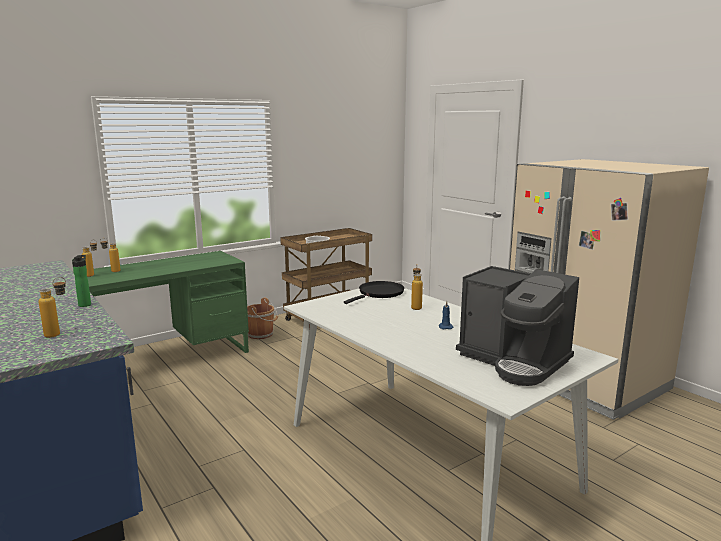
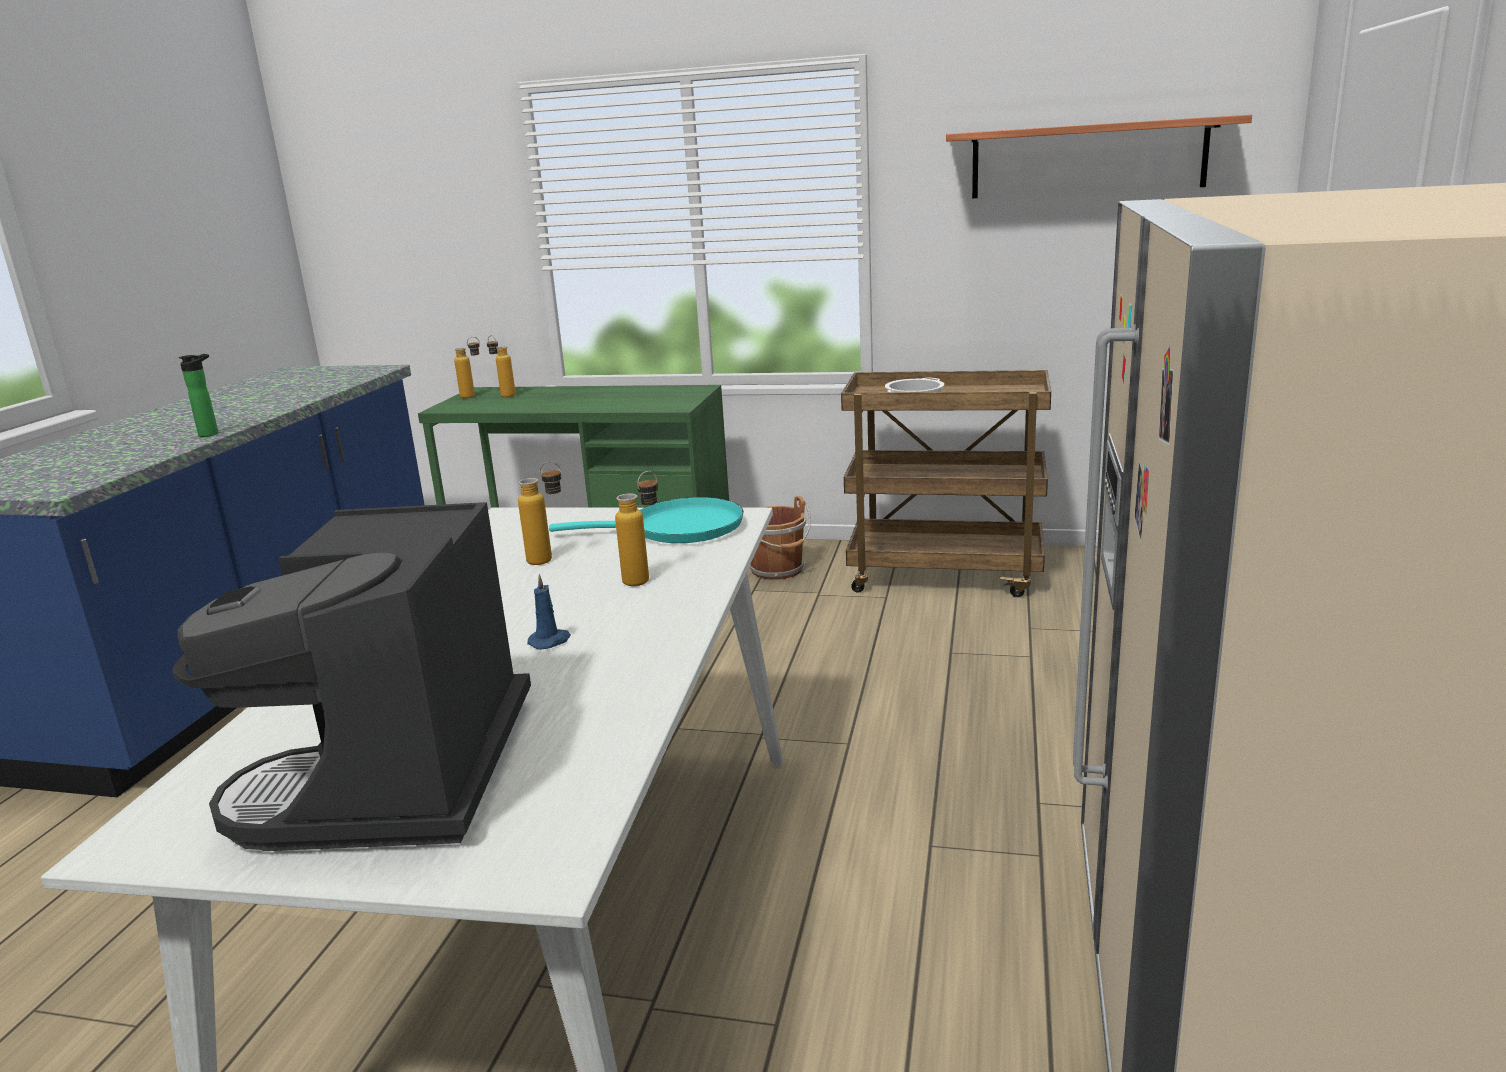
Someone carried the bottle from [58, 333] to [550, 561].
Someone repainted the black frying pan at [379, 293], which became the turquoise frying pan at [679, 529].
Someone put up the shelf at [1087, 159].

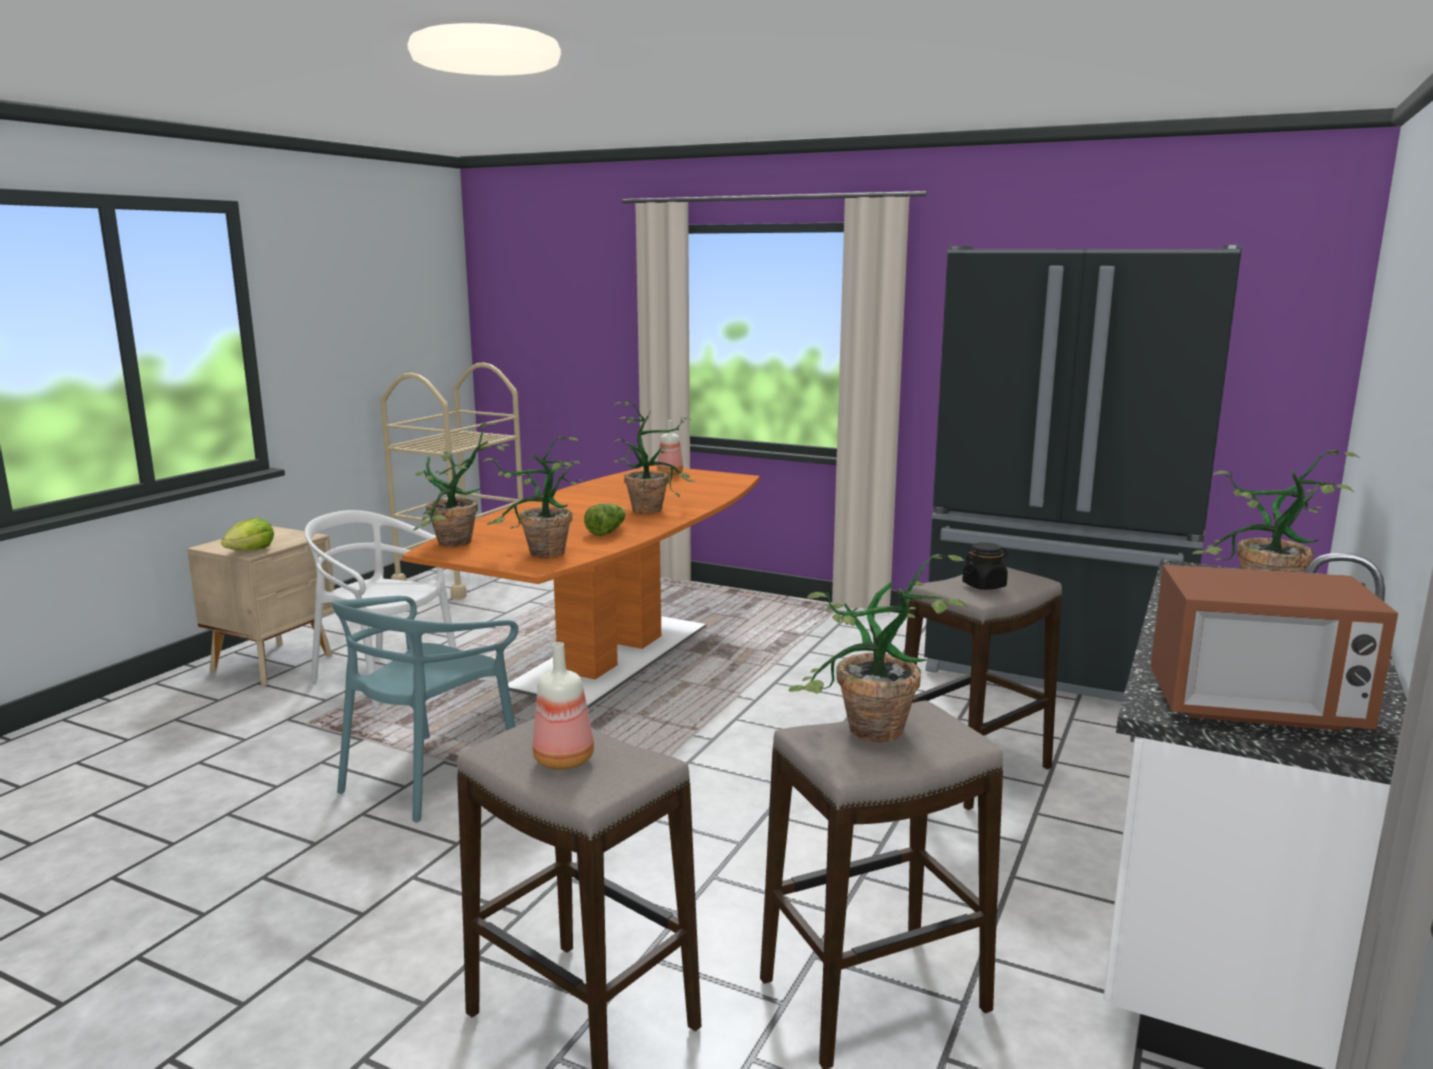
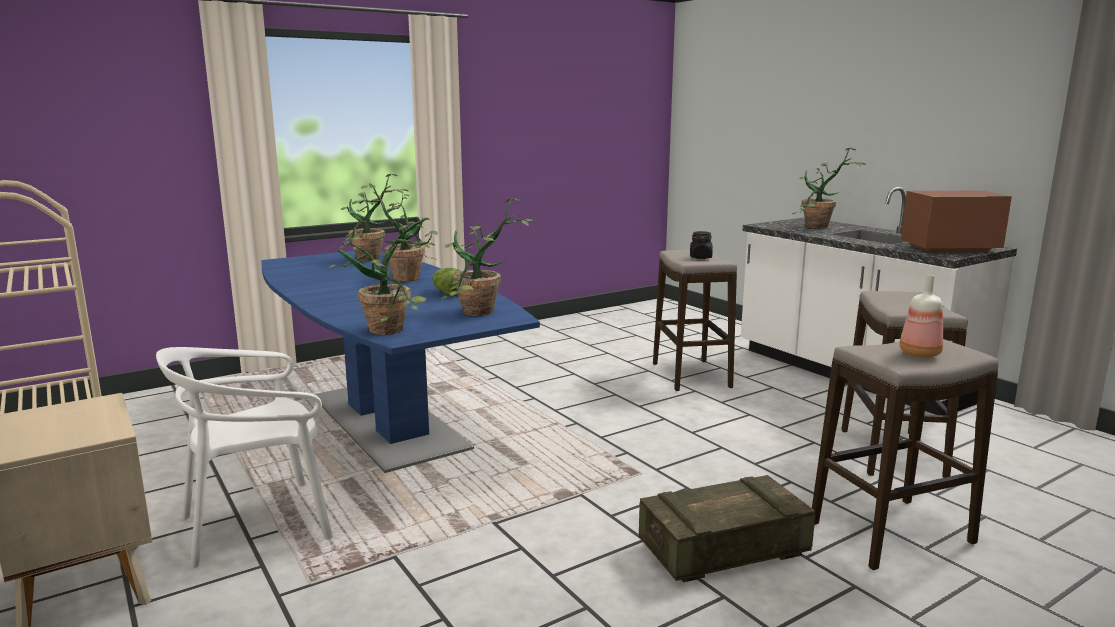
Someone took away the lettuce at [251, 551].
Someone took away the turquoise chair at [429, 777].
Someone repainted the orange dining table at [611, 657], which became the blue dining table at [386, 422].
Someone took away the bottle at [669, 473].
Someone carried the potted plant from [870, 736] to [370, 260].
Someone took away the black fridge at [1057, 668].
Someone rotated the microwave at [1254, 708] by 135 degrees counterclockwise.
Someone put down the crate at [723, 550].

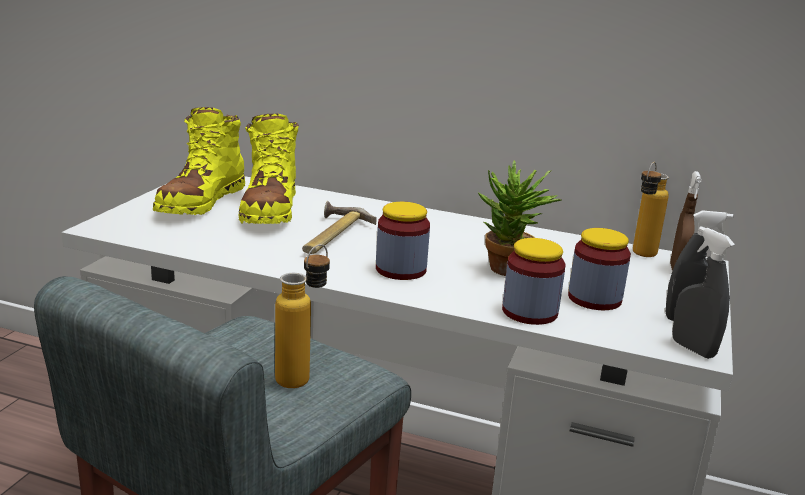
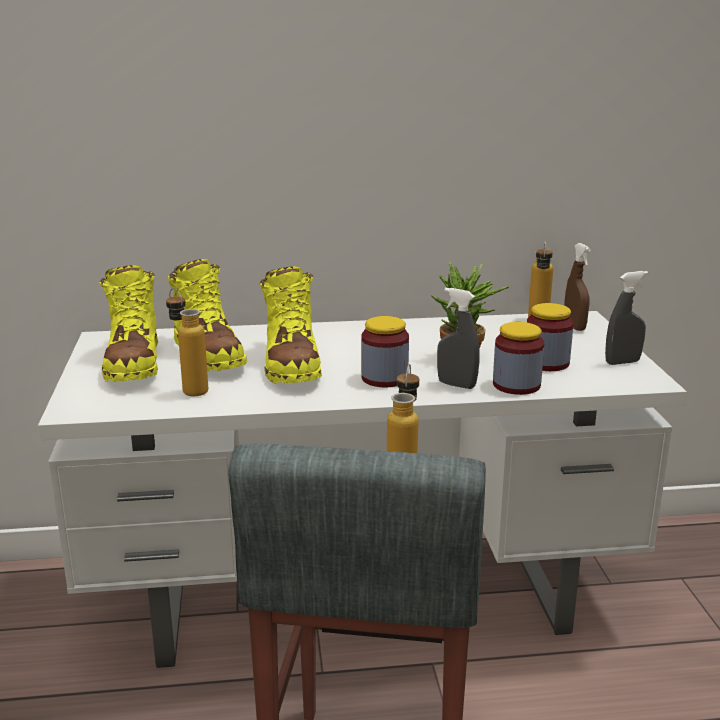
Someone swapped the hammer at [330, 236] for the yellow boot at [291, 365].
Someone carried the grey spray bottle from [693, 349] to [456, 385].
Someone put down the bottle at [189, 389].

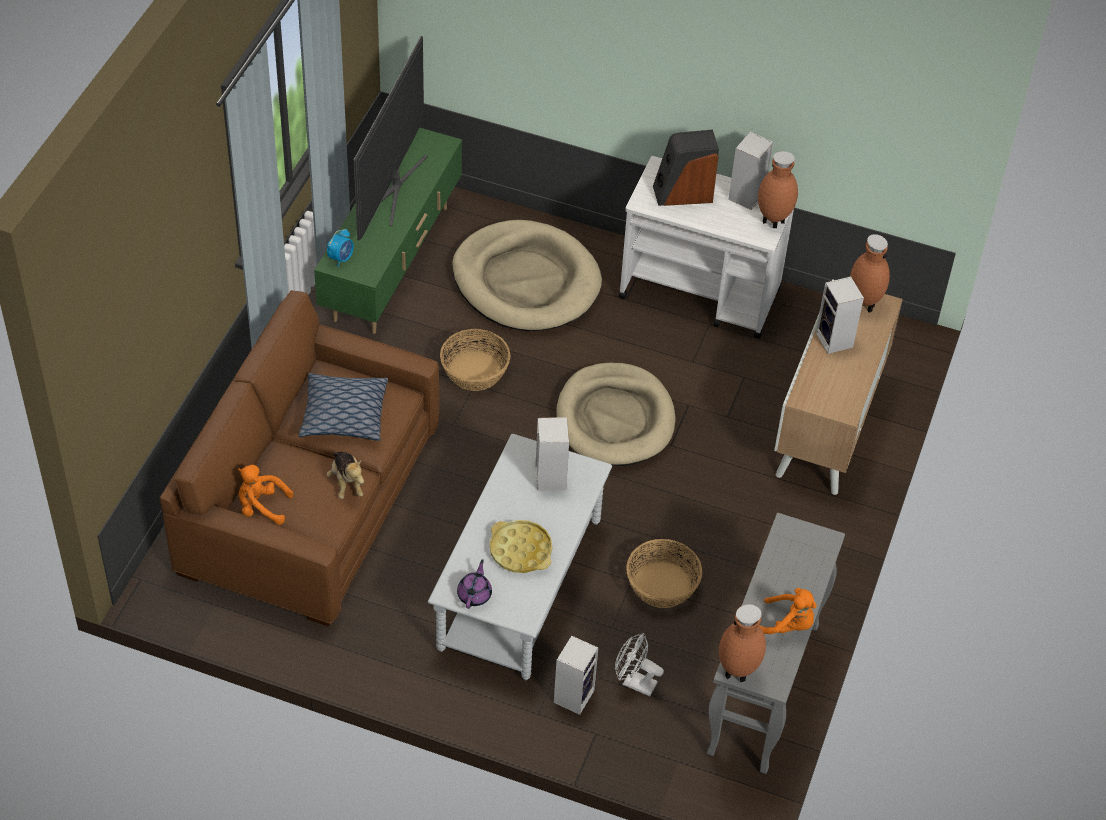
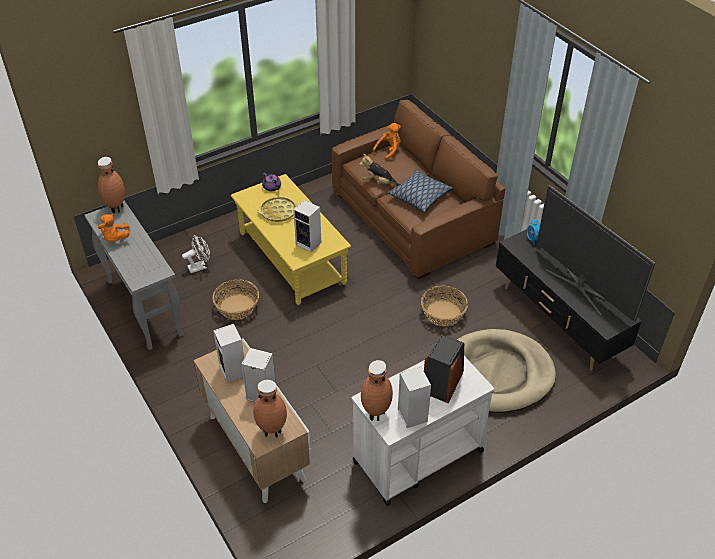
Someone repainted the green tv stand at [393, 264], which became the black tv stand at [557, 322].
Someone repainted the grey coffee table at [520, 584], which became the yellow coffee table at [292, 259].
Someone carried the speaker from [574, 695] to [234, 372].
Someone took away the beige dog bed at [615, 419].
Someone rotated the orange plush toy at [788, 624] by 60 degrees counterclockwise.

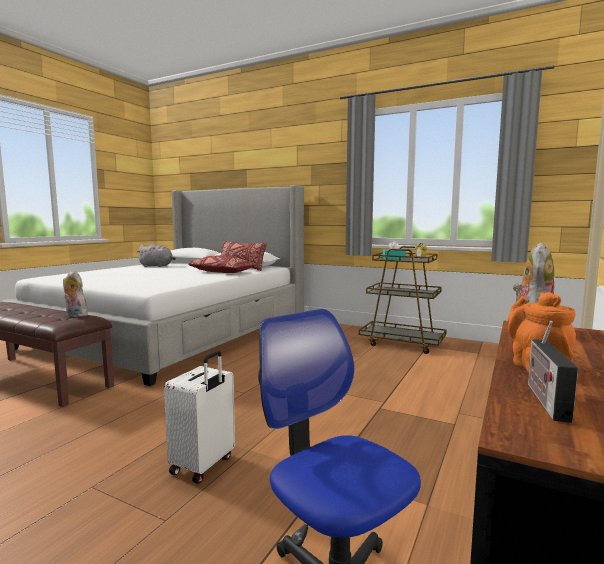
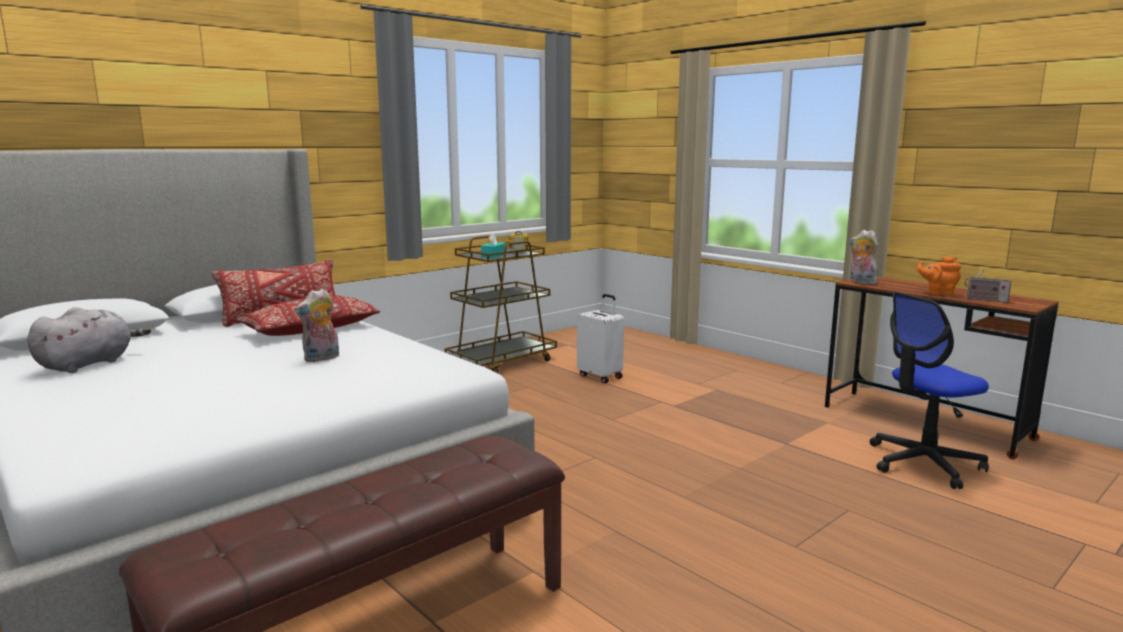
Someone carried the plush toy from [75, 315] to [321, 358].
Someone carried the white suitcase from [203, 465] to [601, 376].

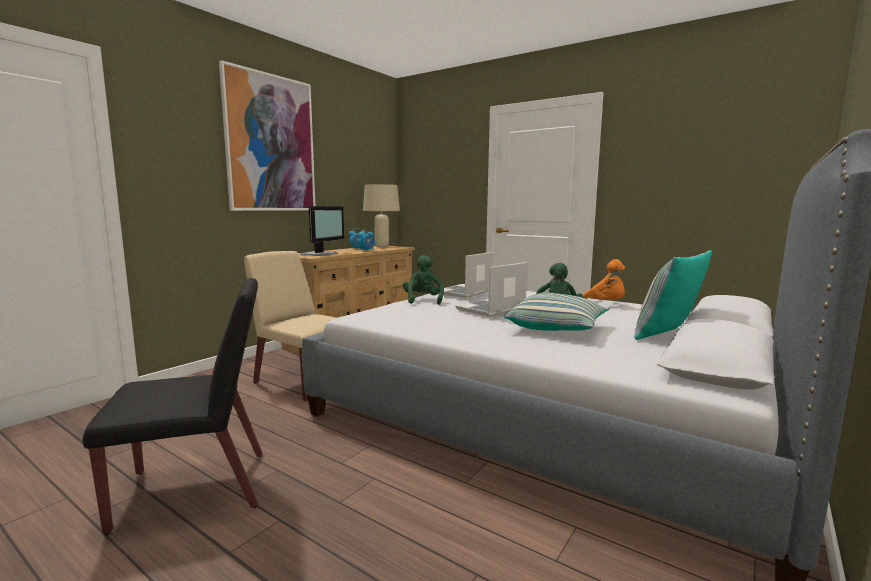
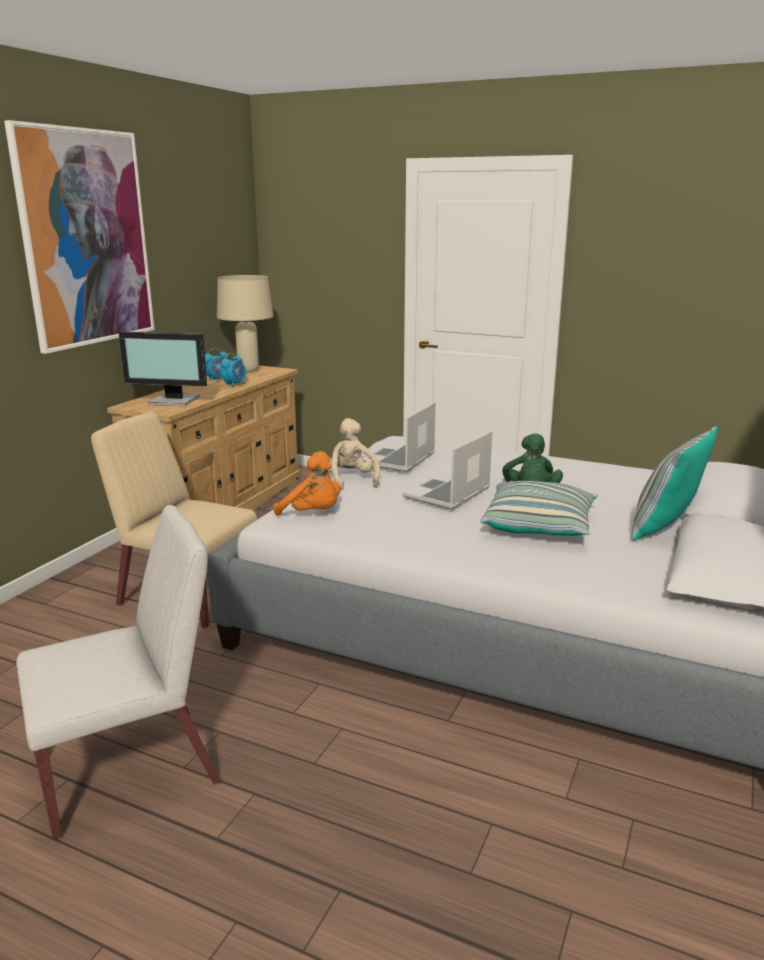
Someone repainted the black chair at [196, 489], which became the white chair at [131, 768].
Someone rotated the monitor at [320, 254] by 90 degrees clockwise.
Someone repainted the green plush toy at [423, 300], which became the beige plush toy at [350, 480].
Someone carried the orange plush toy from [605, 304] to [313, 514].

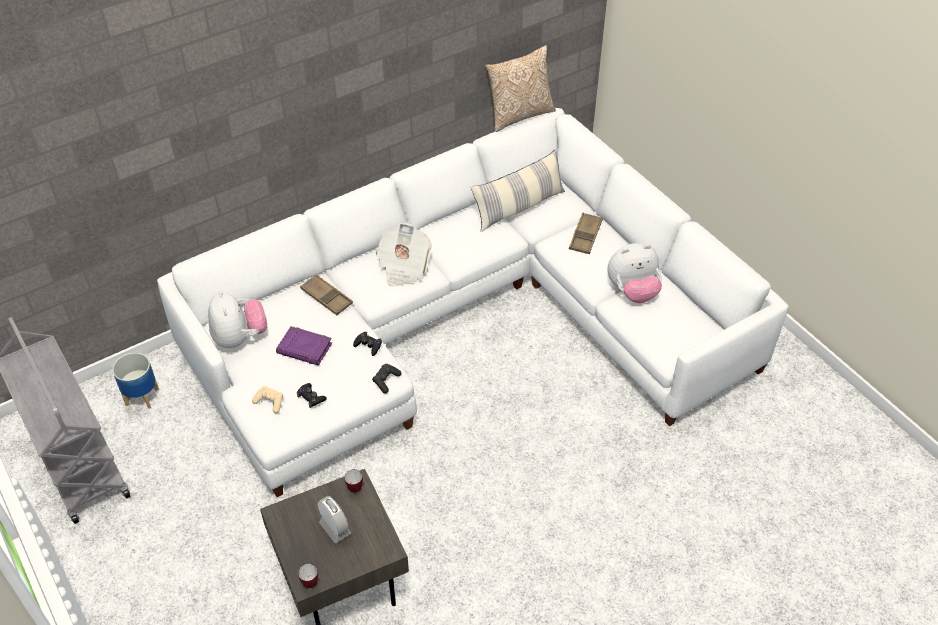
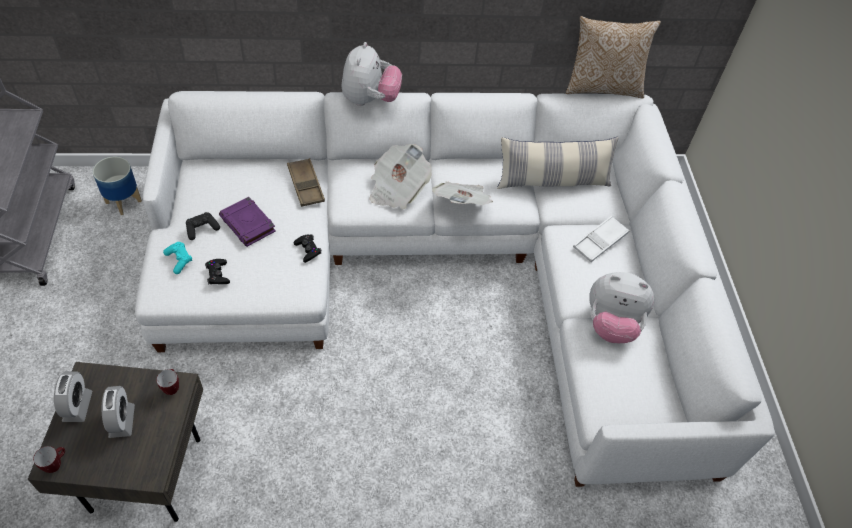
Someone carried the plush toy from [240, 338] to [370, 100].
Someone repainted the beige game controller at [270, 402], which became the turquoise game controller at [179, 260].
Someone carried the black game controller from [386, 381] to [202, 229].
Someone repainted the brown tray at [585, 236], which became the white tray at [600, 242].
Someone put down the alarm clock at [77, 406].
Someone put down the newspaper at [462, 204].

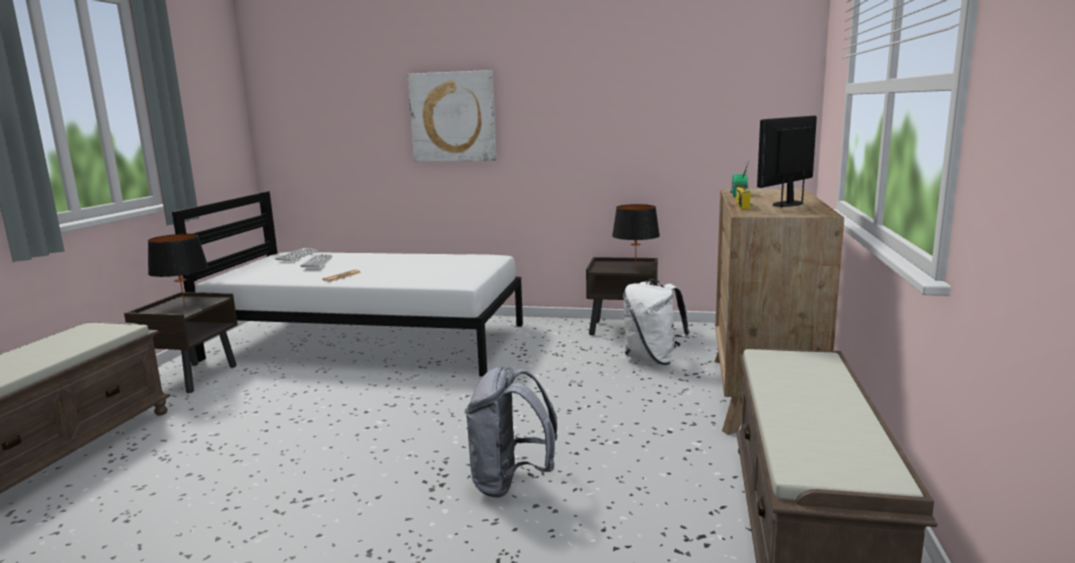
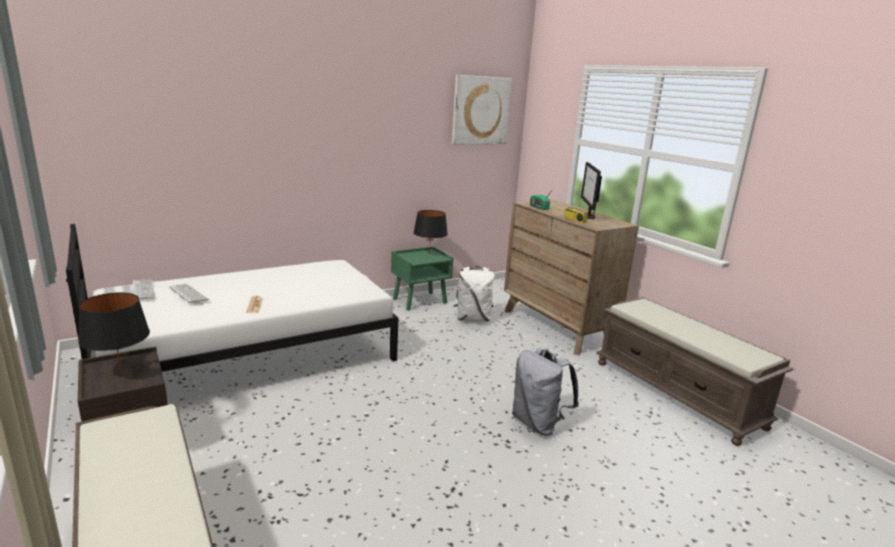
Someone carried the picture from [453, 117] to [480, 110].
Someone repainted the brown nightstand at [623, 329], which became the green nightstand at [420, 301].

